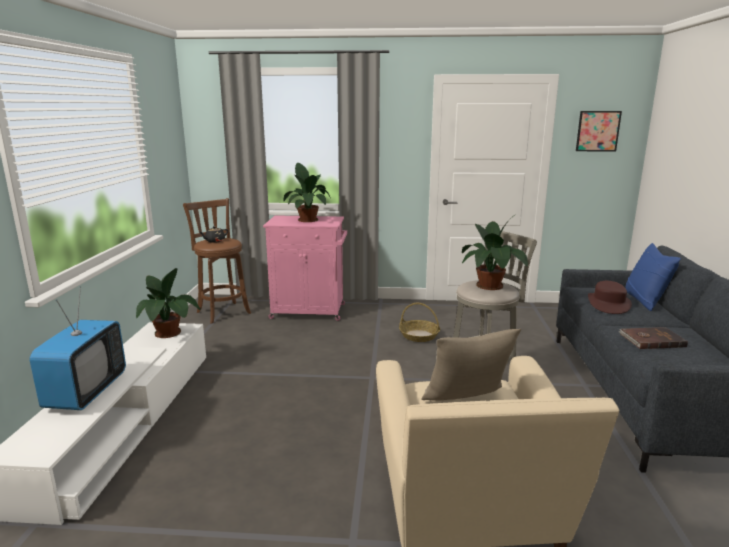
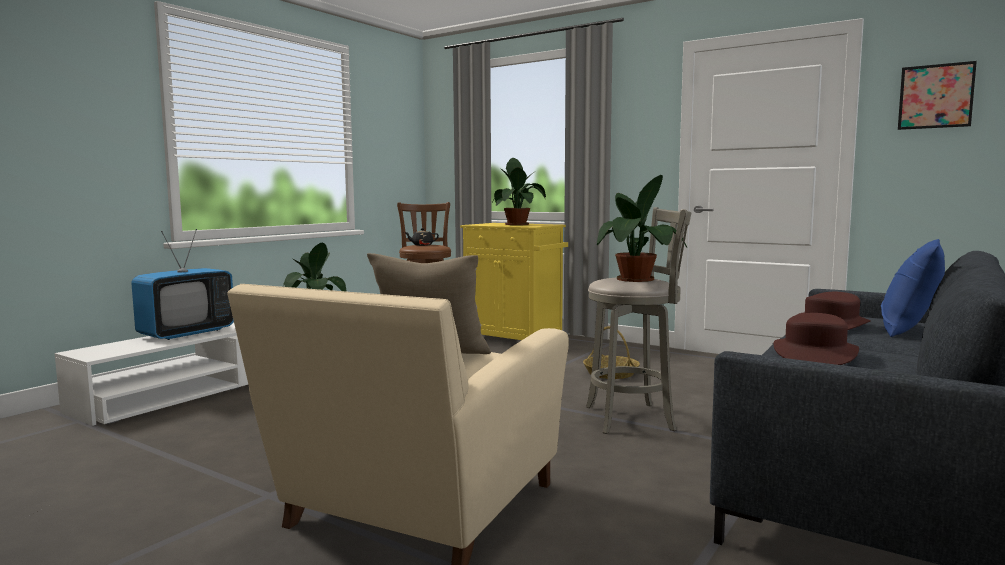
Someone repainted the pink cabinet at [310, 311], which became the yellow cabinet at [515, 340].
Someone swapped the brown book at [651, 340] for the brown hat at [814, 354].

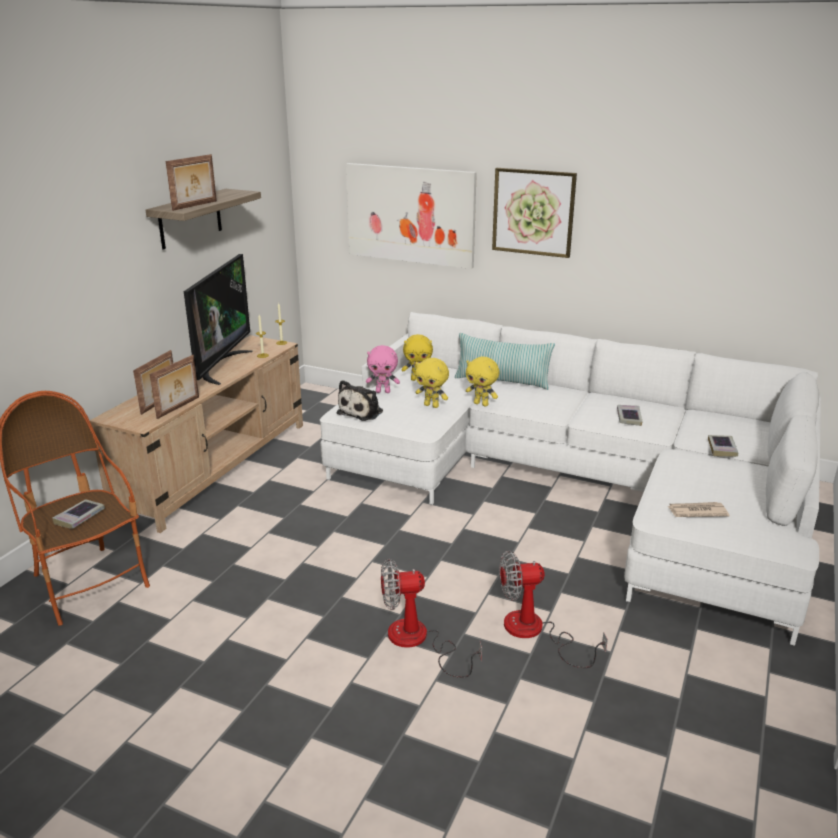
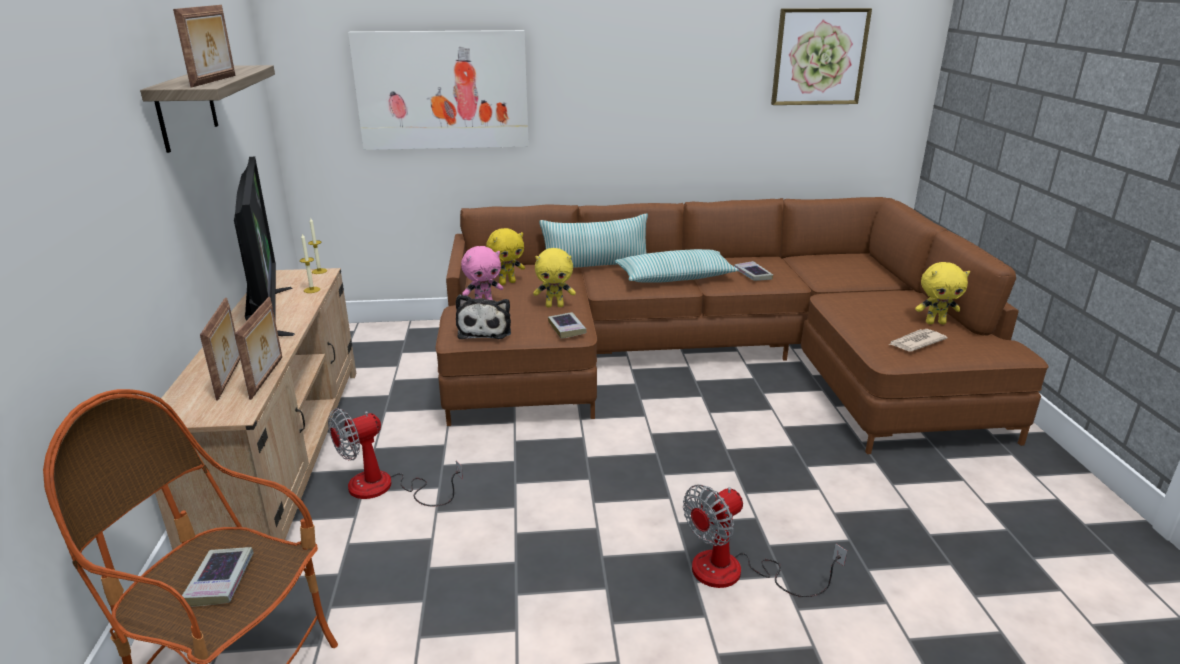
Someone repainted the white sofa at [577, 486], which became the brown sofa at [710, 359].
Someone carried the yellow plush toy from [481, 404] to [935, 322].
Someone carried the picture from [533, 212] to [819, 57].
Someone carried the fan from [535, 632] to [385, 488].
Someone carried the book from [722, 448] to [567, 328].
Someone put down the pillow at [675, 277].

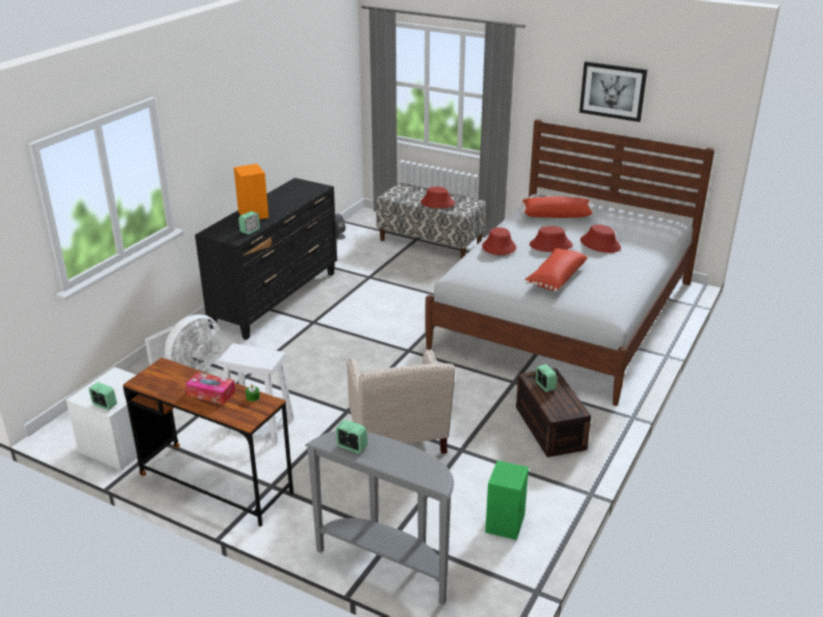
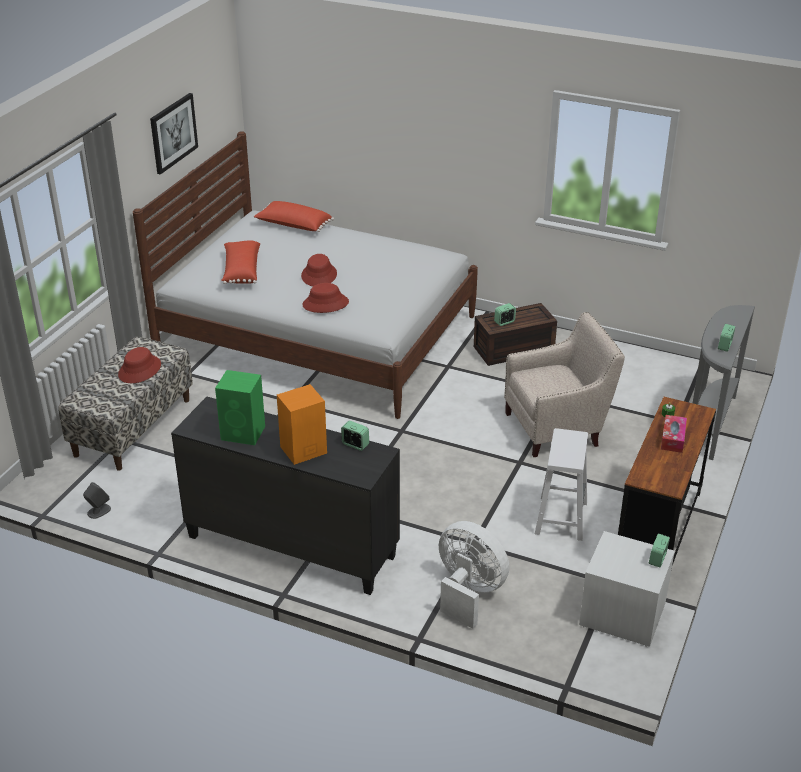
Someone carried the green speaker from [504, 524] to [244, 433].
Someone carried the red pillow from [555, 278] to [293, 226].
Someone took away the red hat at [600, 244].

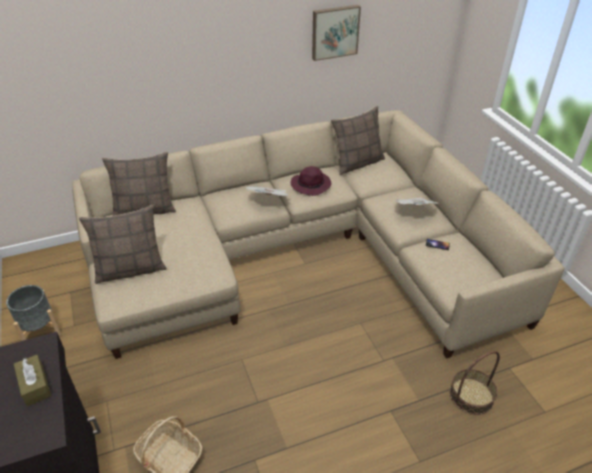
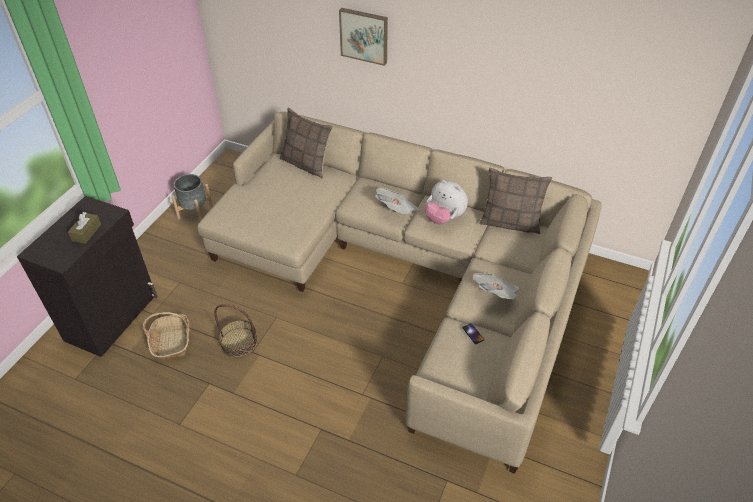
Someone took away the pillow at [130, 269].
Someone swapped the purple hat at [311, 185] for the plush toy at [444, 218].
Someone carried the picture from [334, 32] to [364, 35].
Someone carried the basket from [471, 395] to [239, 342].

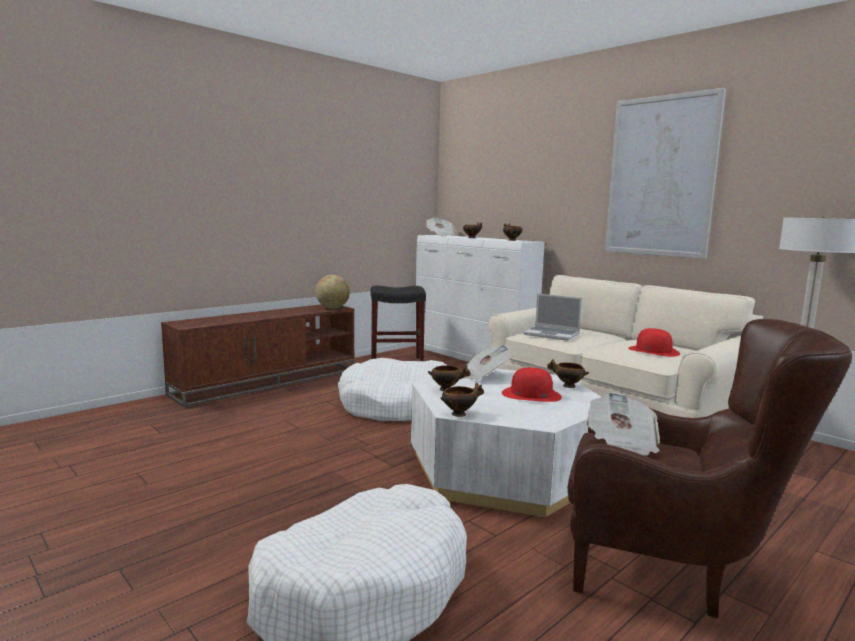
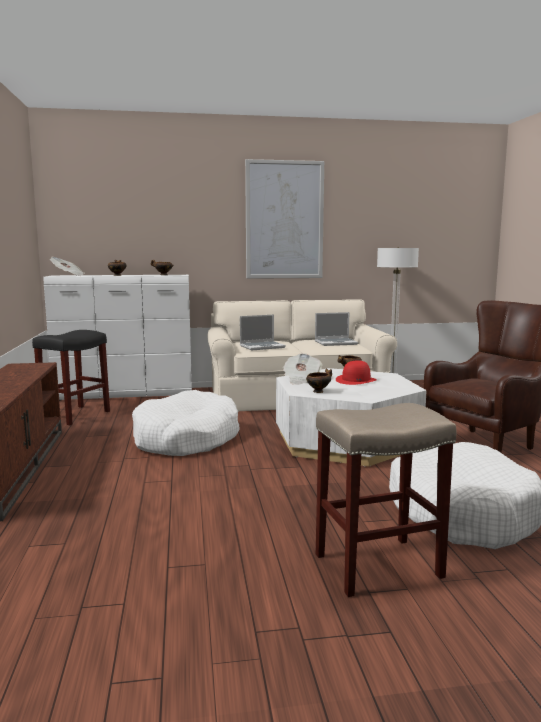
Someone took away the globe at [332, 308].
Someone took away the bowl at [460, 414].
Someone took away the newspaper at [621, 445].
Someone swapped the red hat at [653, 351] for the laptop at [336, 343].
Someone put down the beige stool at [377, 566].

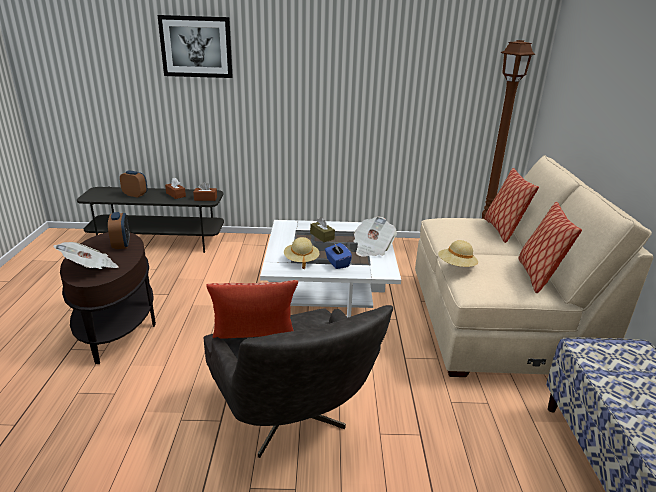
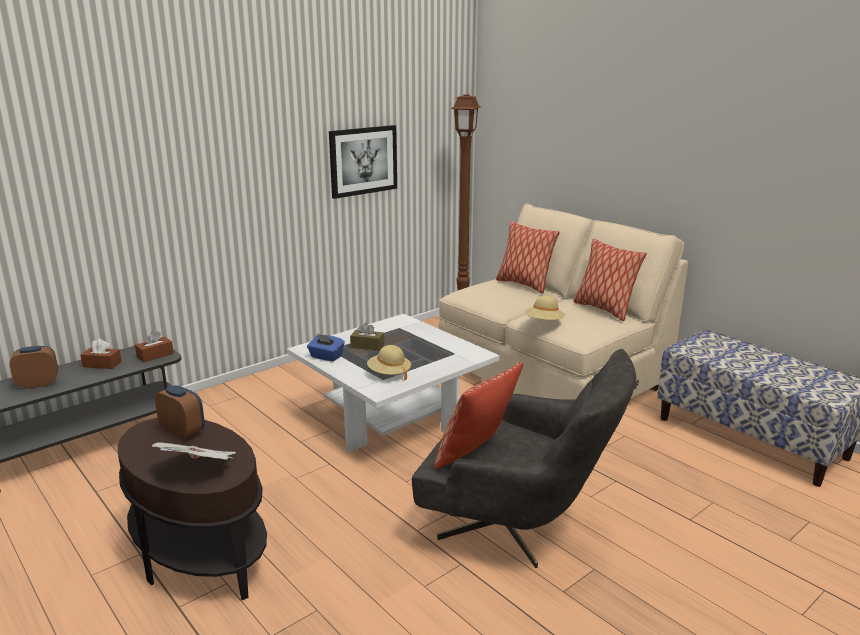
Someone carried the picture from [196, 47] to [363, 160].
Someone carried the blue tissue box from [337, 263] to [326, 357].
Someone took away the newspaper at [372, 248].

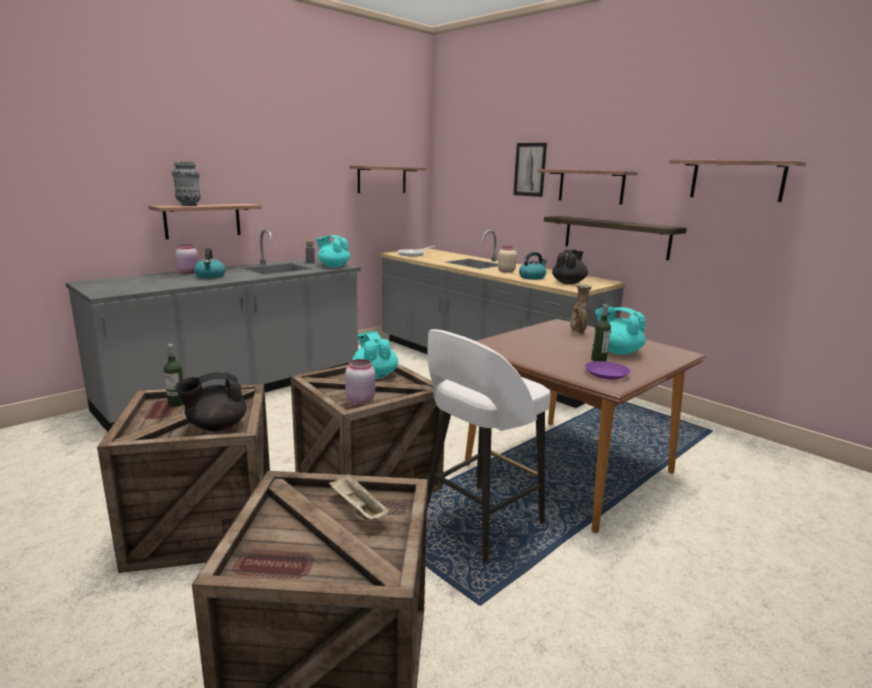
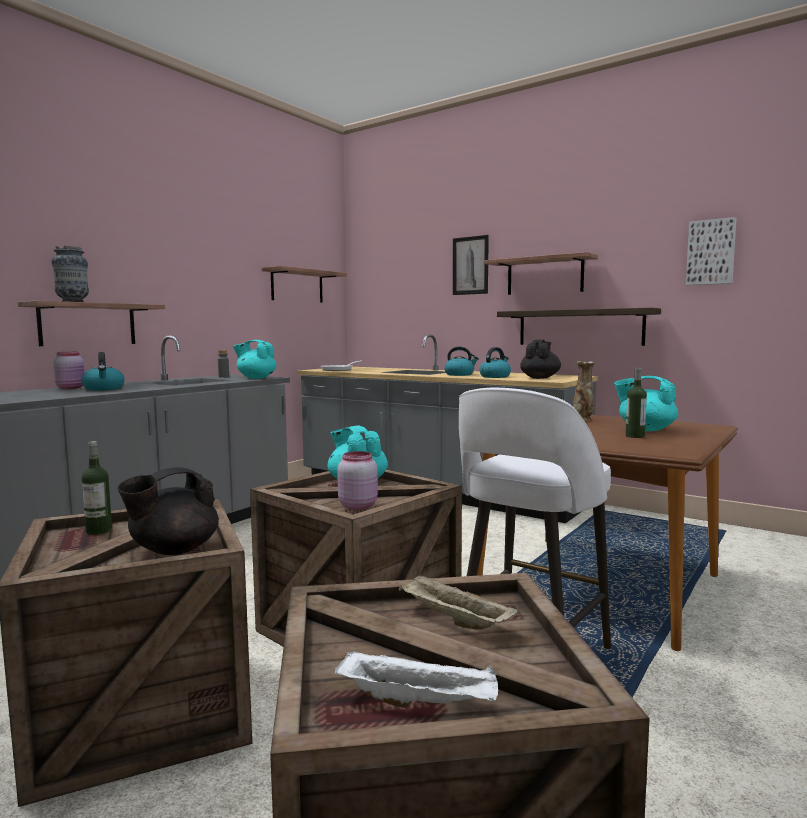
Someone swapped the beige jar at [506, 271] for the kettle at [460, 374].
Someone took away the purple plate at [606, 374].
Someone swapped the shelf at [737, 180] for the picture at [711, 252].
Someone put down the white tray at [420, 702].

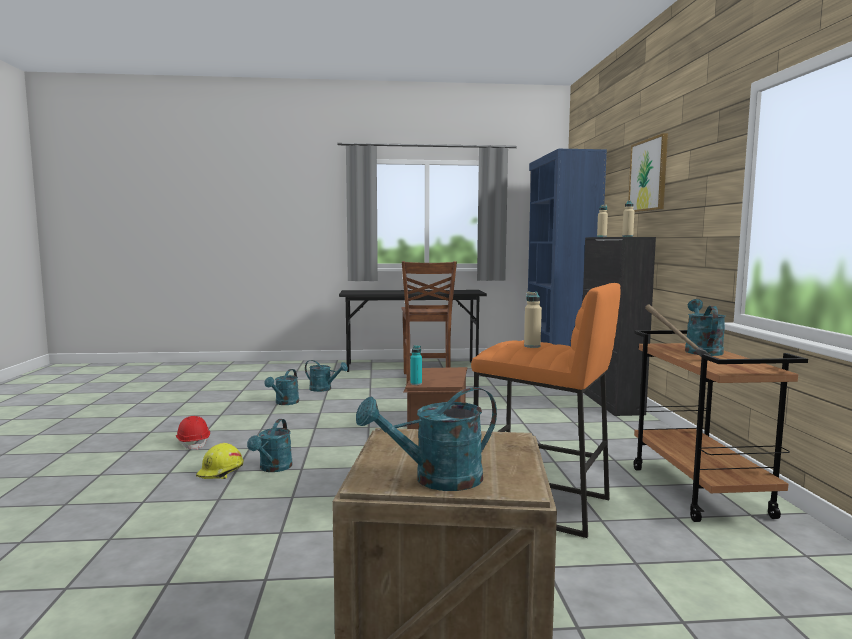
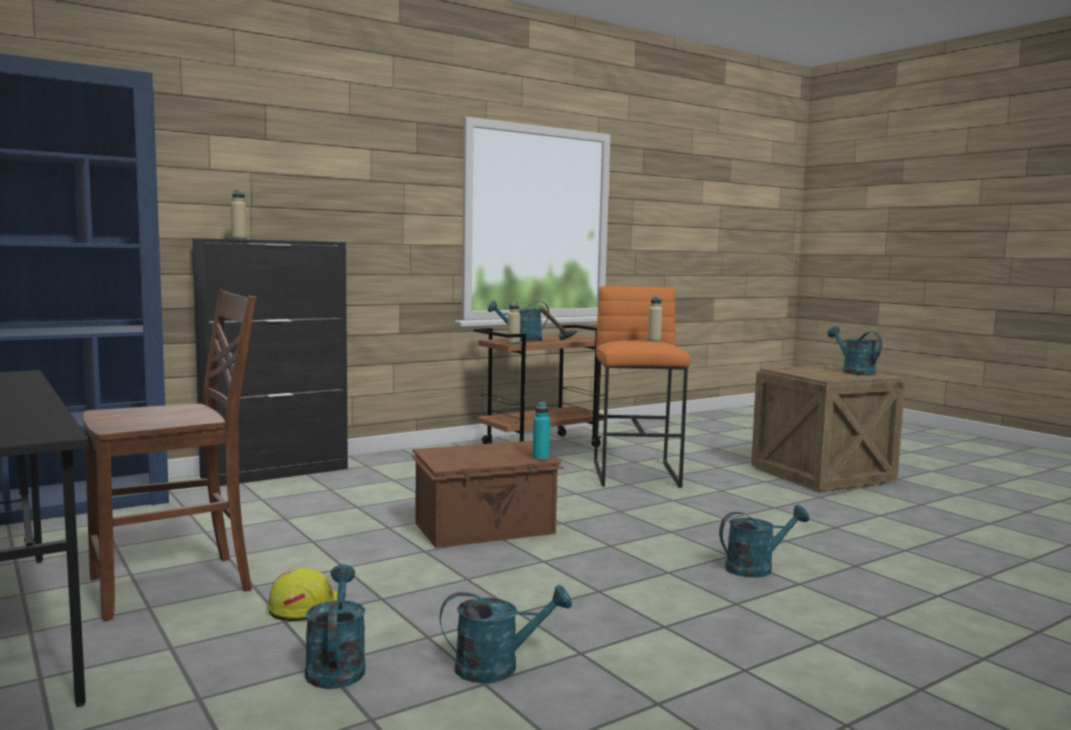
Someone took away the red hard hat at [193, 443].
Someone carried the yellow hard hat from [221, 472] to [306, 609].
Someone rotated the turquoise watering can at [436, 480] by 150 degrees counterclockwise.
Someone carried the beige bottle from [627, 236] to [513, 343].
Someone took away the picture at [648, 175].

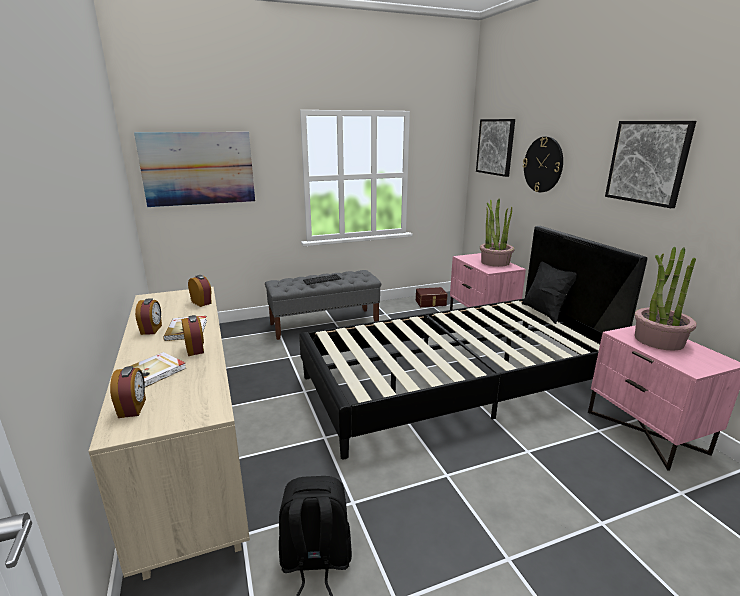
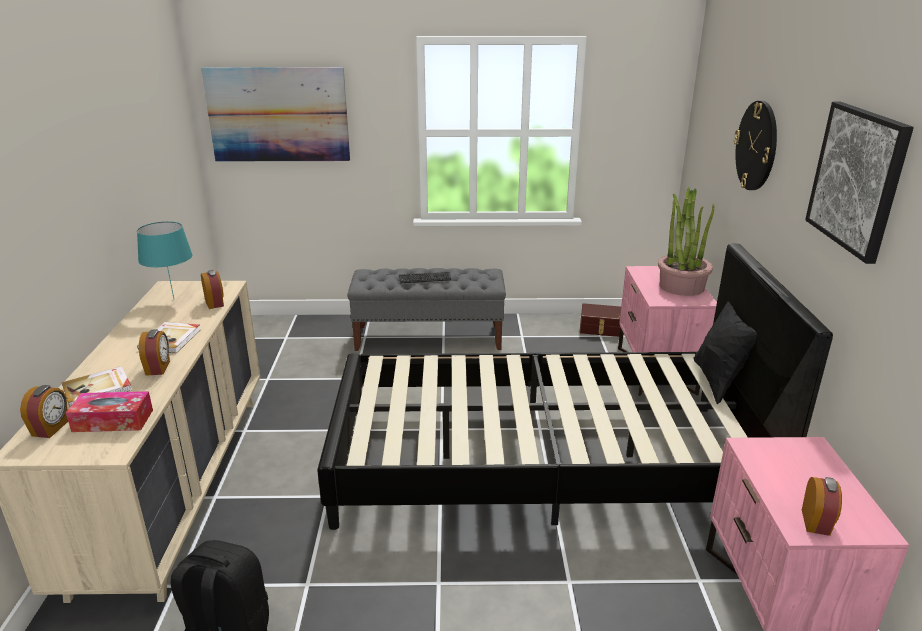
Someone carried the alarm clock from [152, 329] to [816, 522].
Someone took away the picture at [495, 147].
Someone took away the potted plant at [658, 340].
Someone put down the tissue box at [113, 420].
Someone put down the turquoise table lamp at [173, 299].

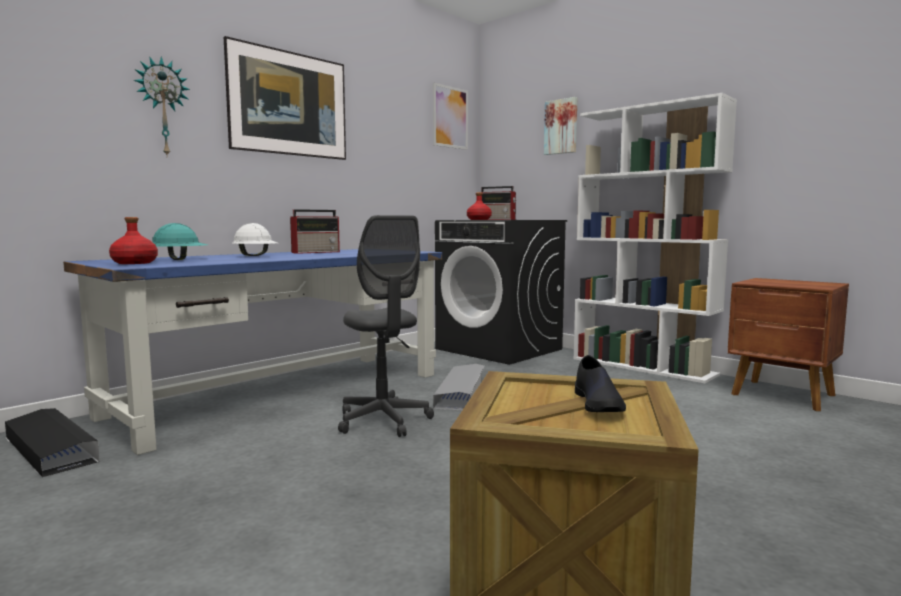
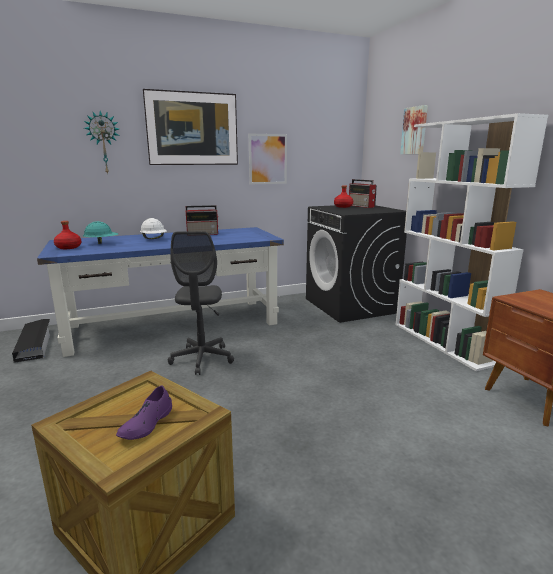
Someone carried the picture from [450, 117] to [268, 159].
Someone took away the grey storage box at [461, 393].
Someone repainted the black shoe at [598, 403], which became the purple shoe at [147, 423].

